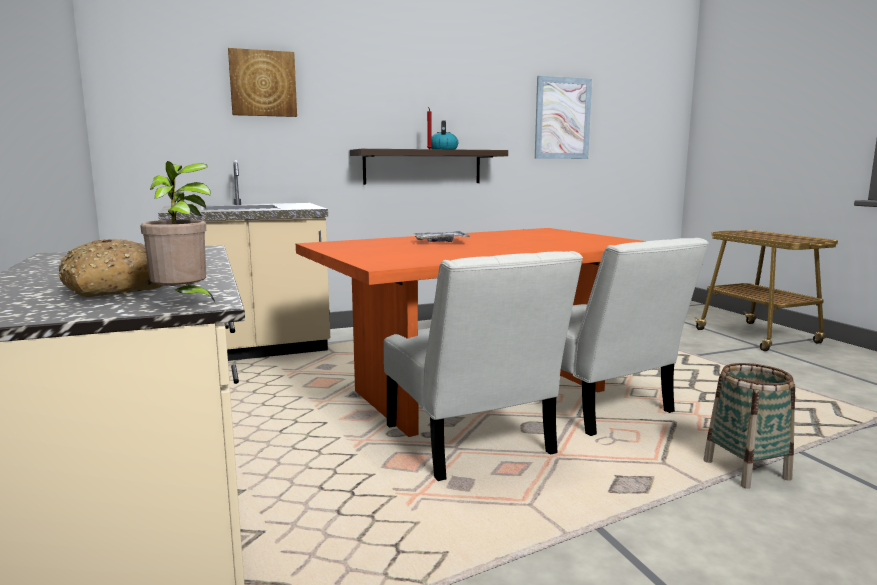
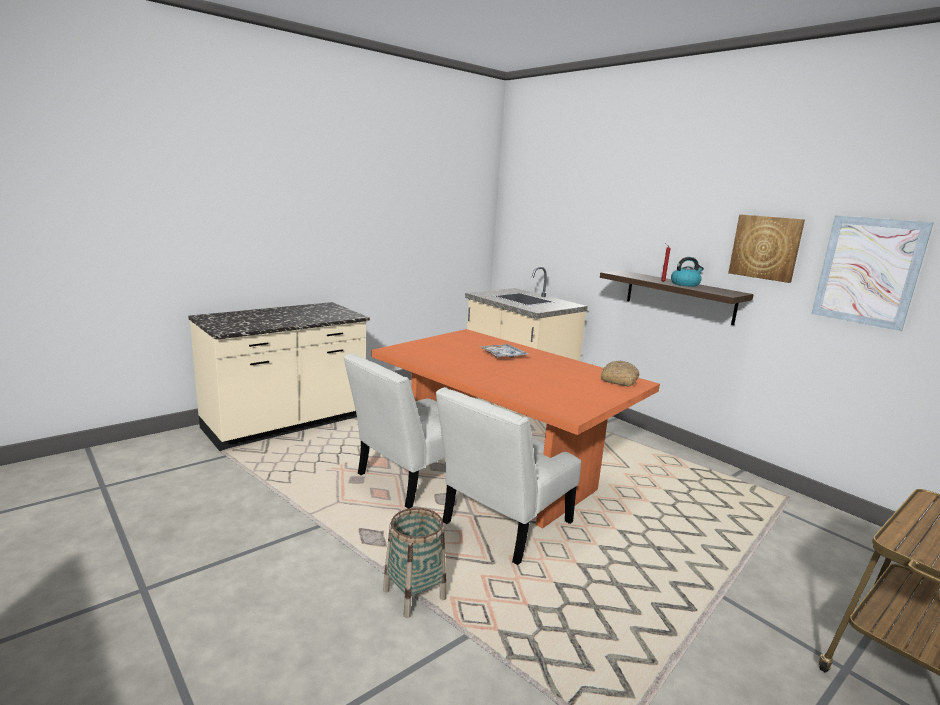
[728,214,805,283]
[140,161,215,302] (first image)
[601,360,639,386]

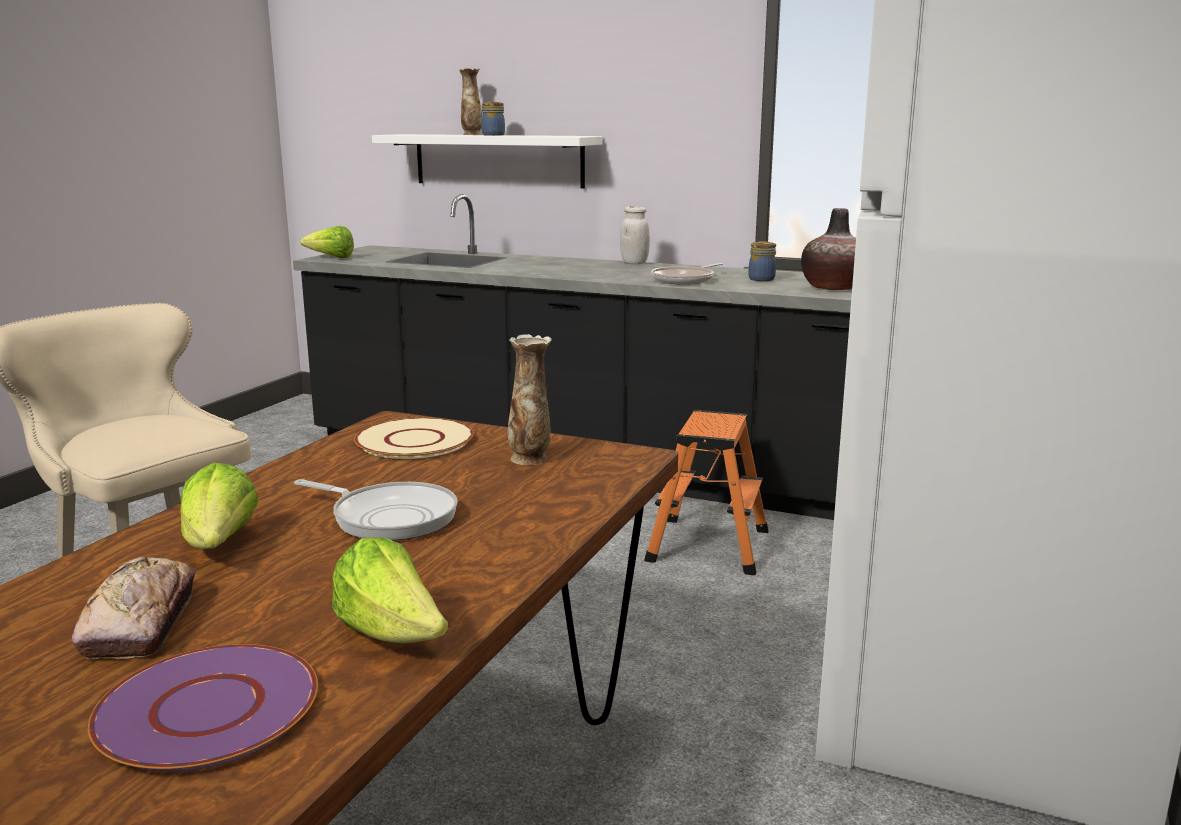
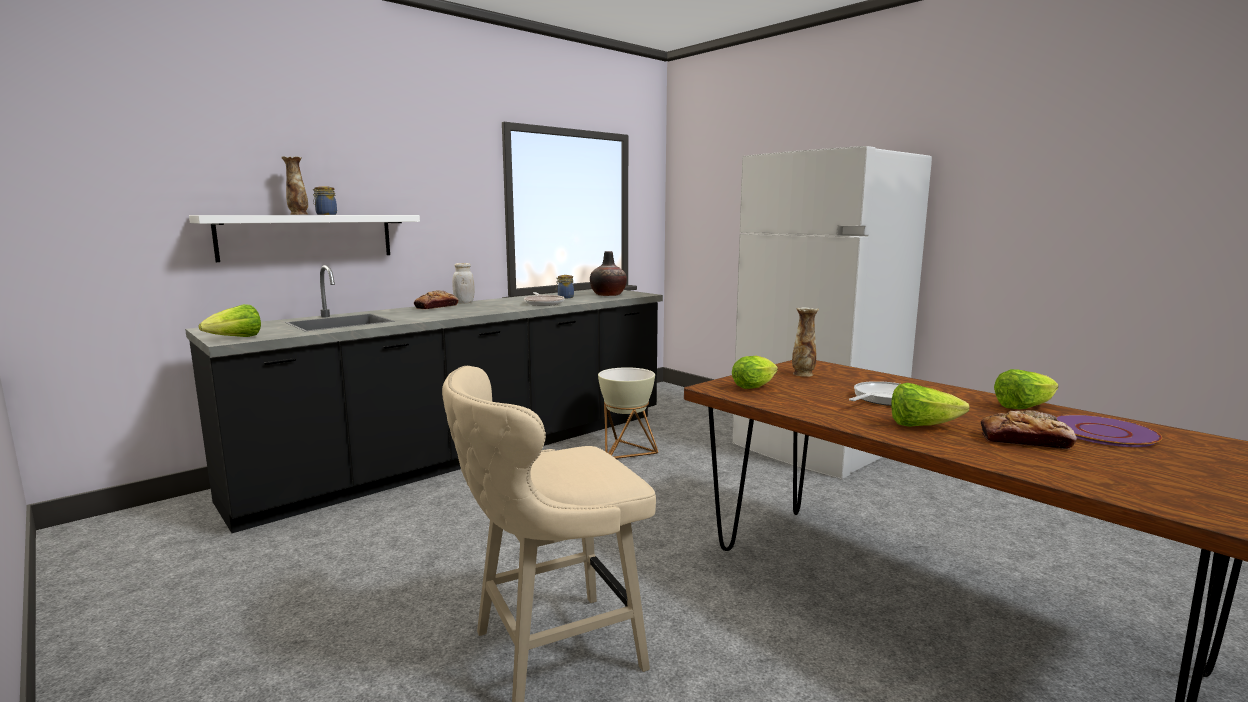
[598,367,658,459]
[732,356,778,389]
[414,290,458,309]

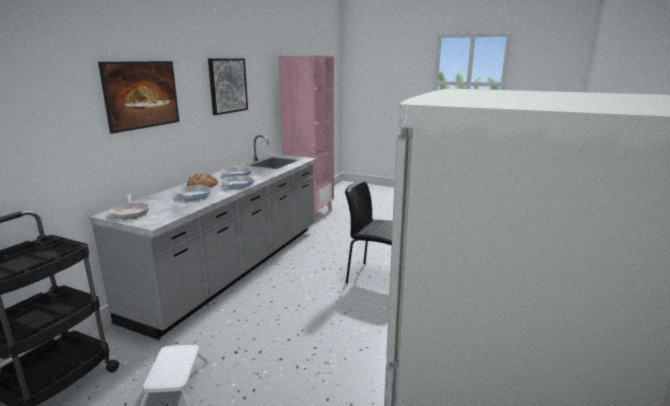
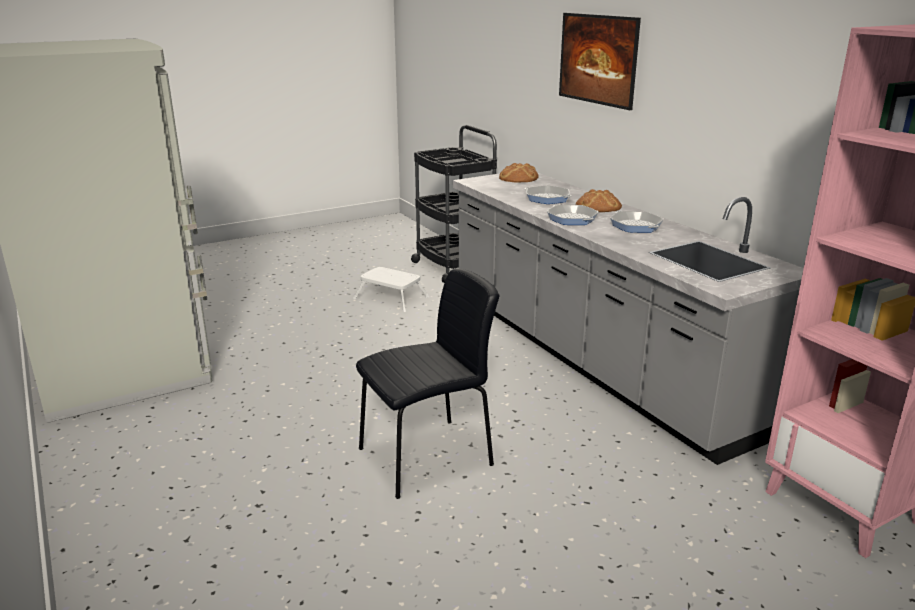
[208,58,248,115] (first image)
[499,163,539,182]

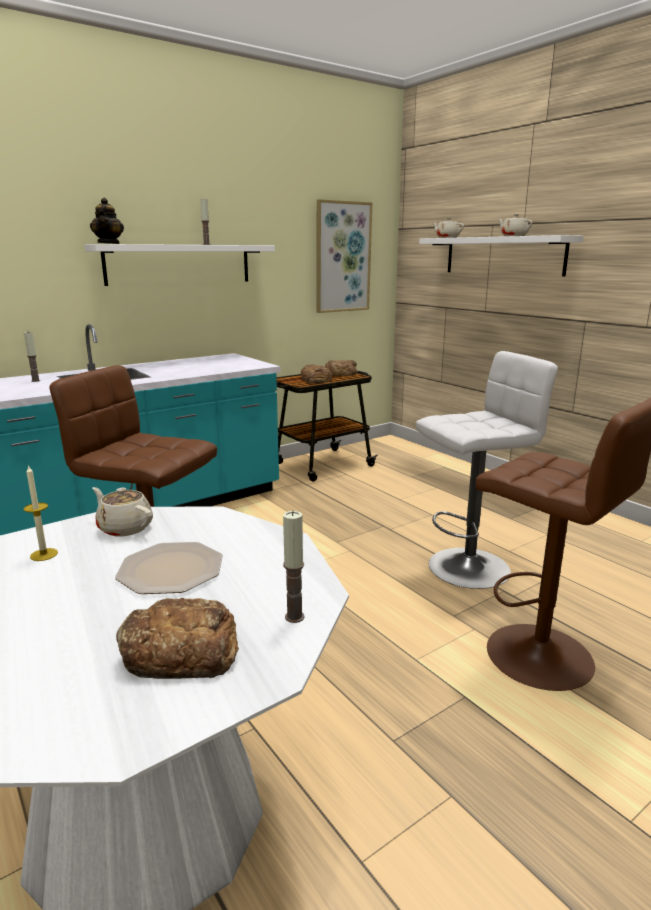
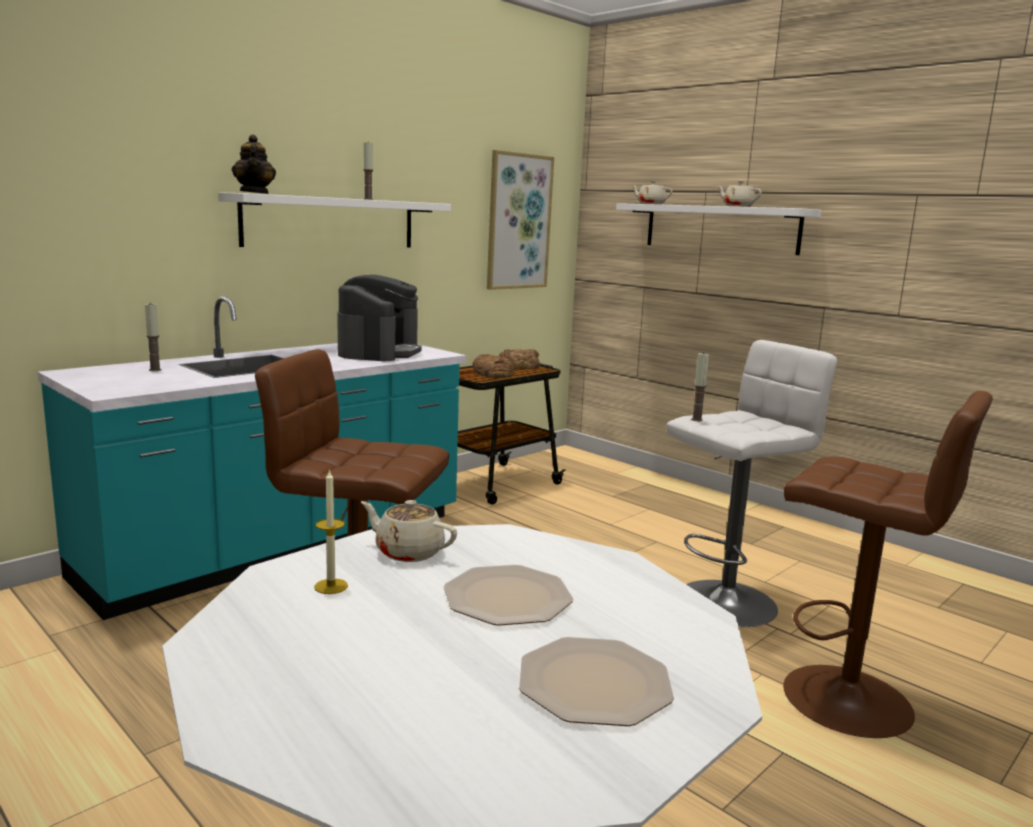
[691,353,709,421]
[519,637,674,726]
[337,275,422,361]

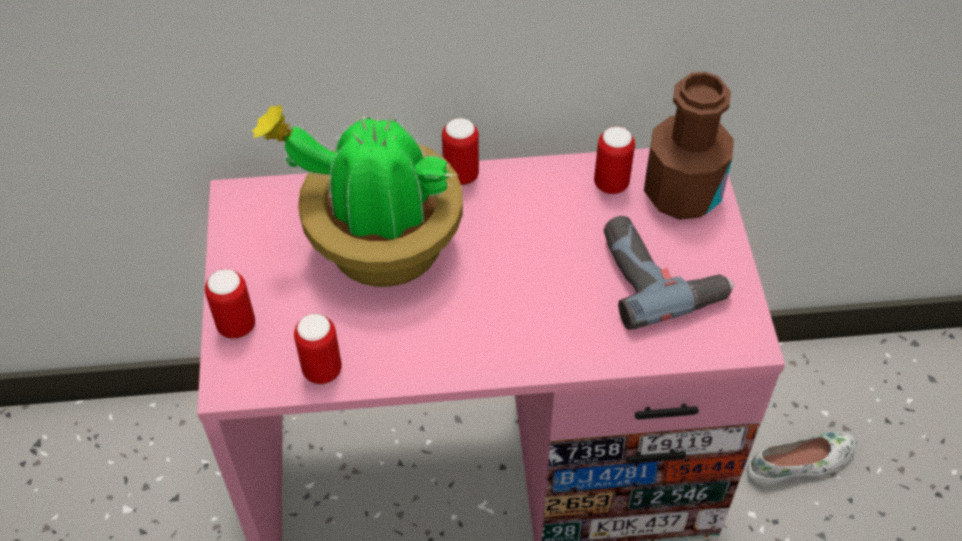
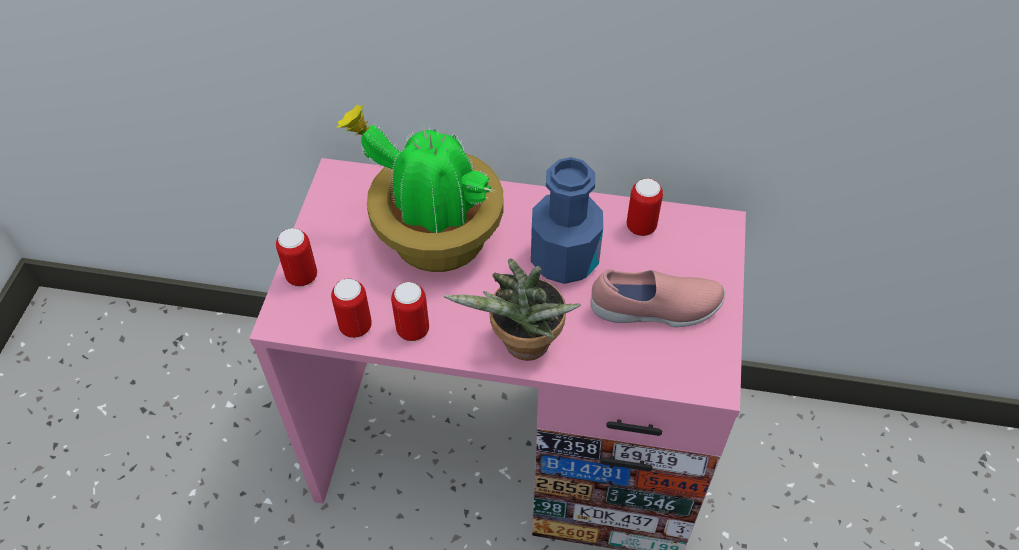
[644,72,734,220] (first image)
[391,282,429,342]
[590,269,725,327]
[747,432,856,487] (first image)
[531,157,603,284]
[444,258,581,361]

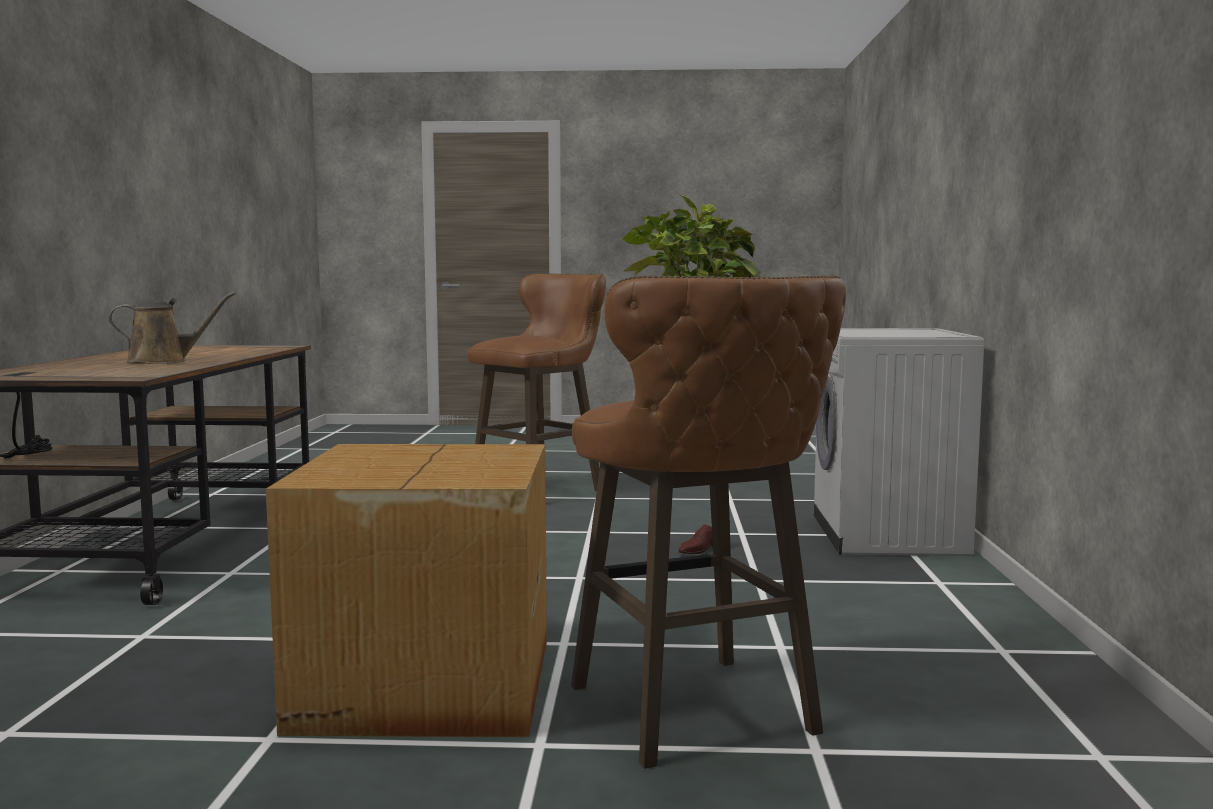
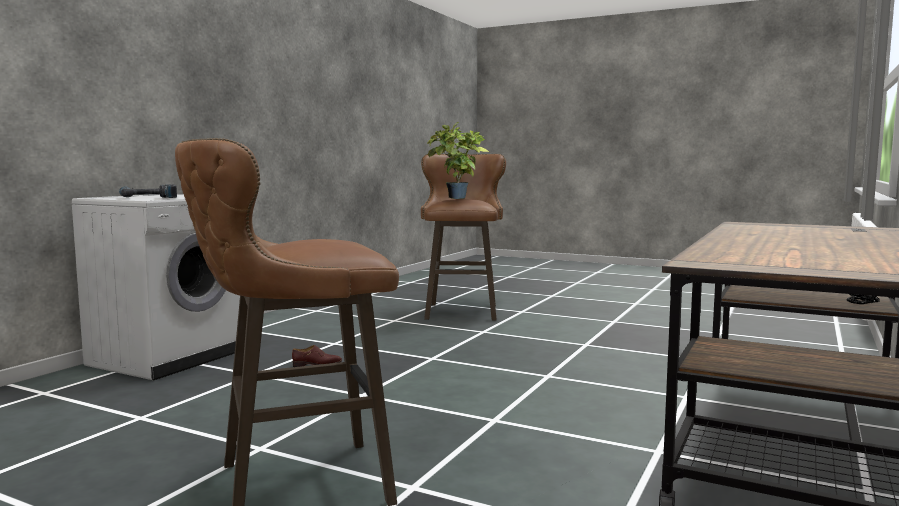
[109,292,235,364] (first image)
[266,444,547,737] (first image)
[119,184,177,198]

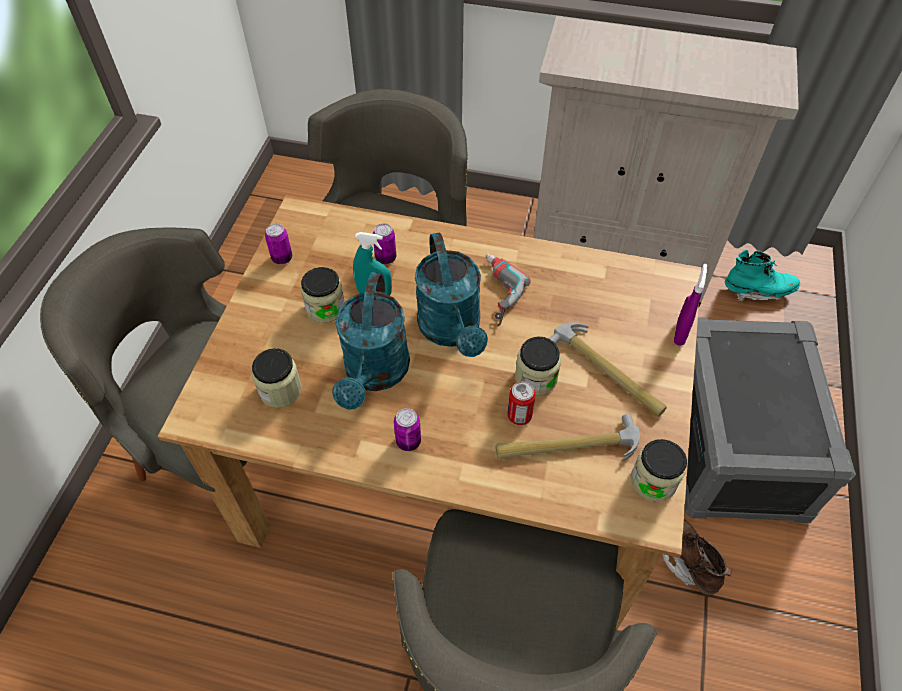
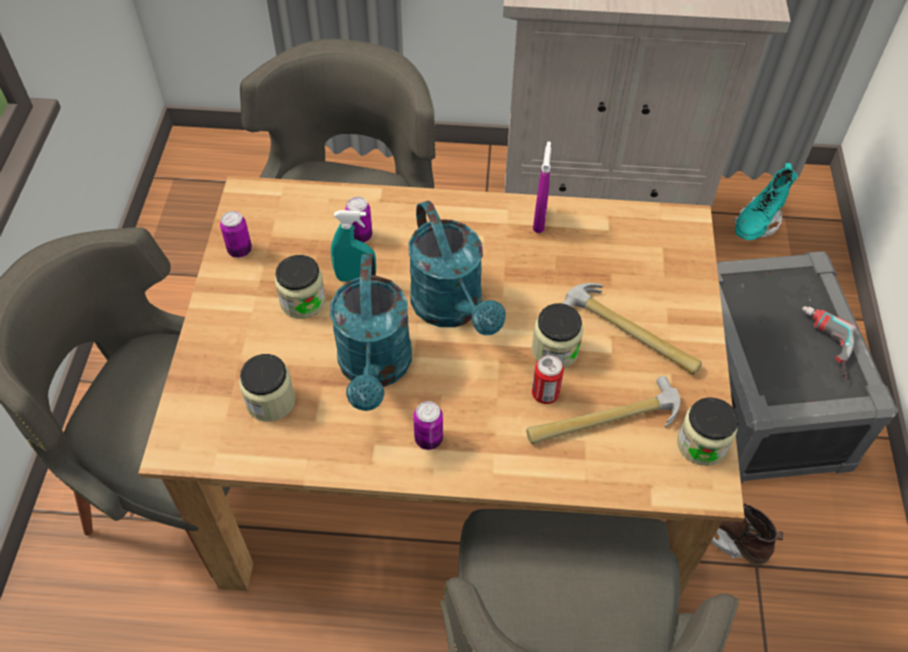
[734,163,798,240]
[802,306,857,381]
[533,141,551,233]

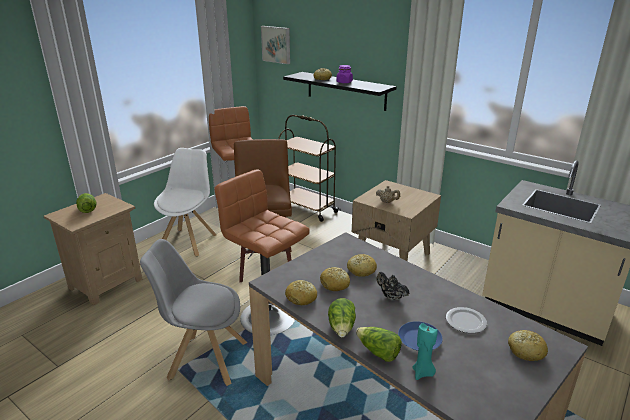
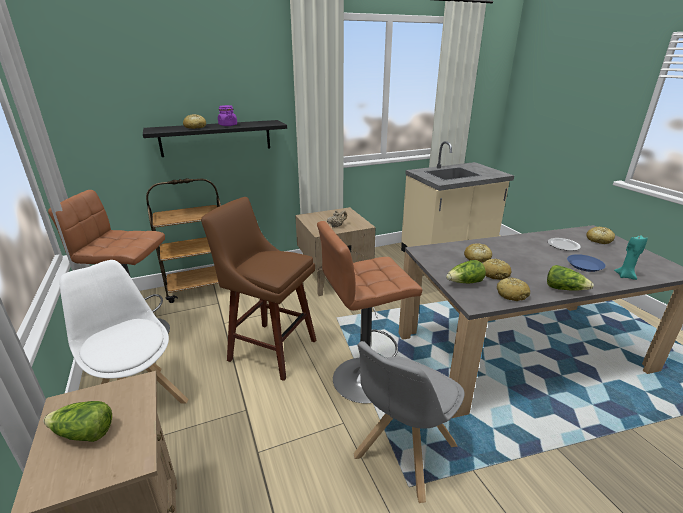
[261,26,290,64] (first image)
[377,272,409,301] (first image)
[446,260,486,284]

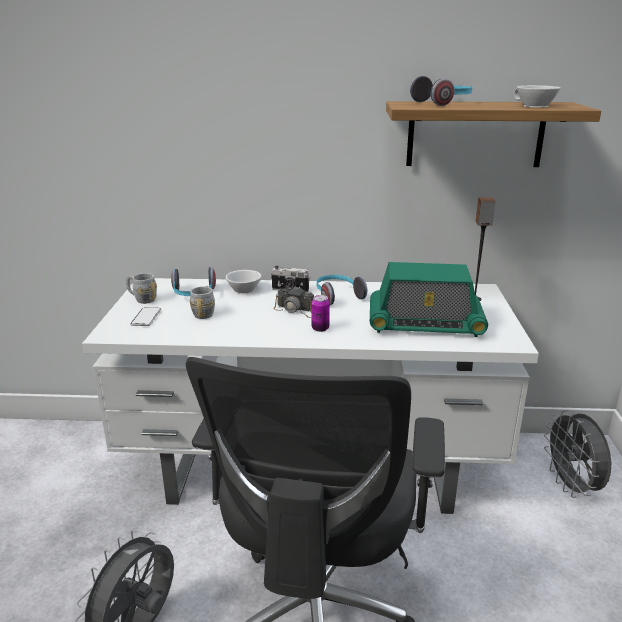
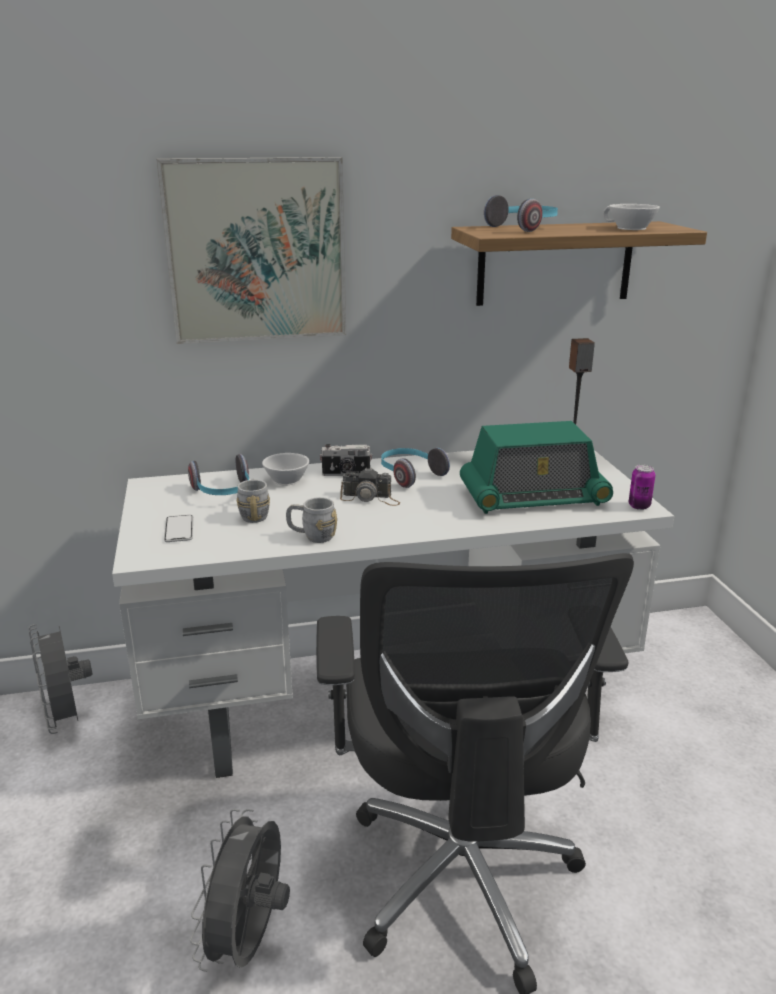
[286,497,337,543]
[629,465,655,510]
[29,624,93,734]
[157,157,346,344]

